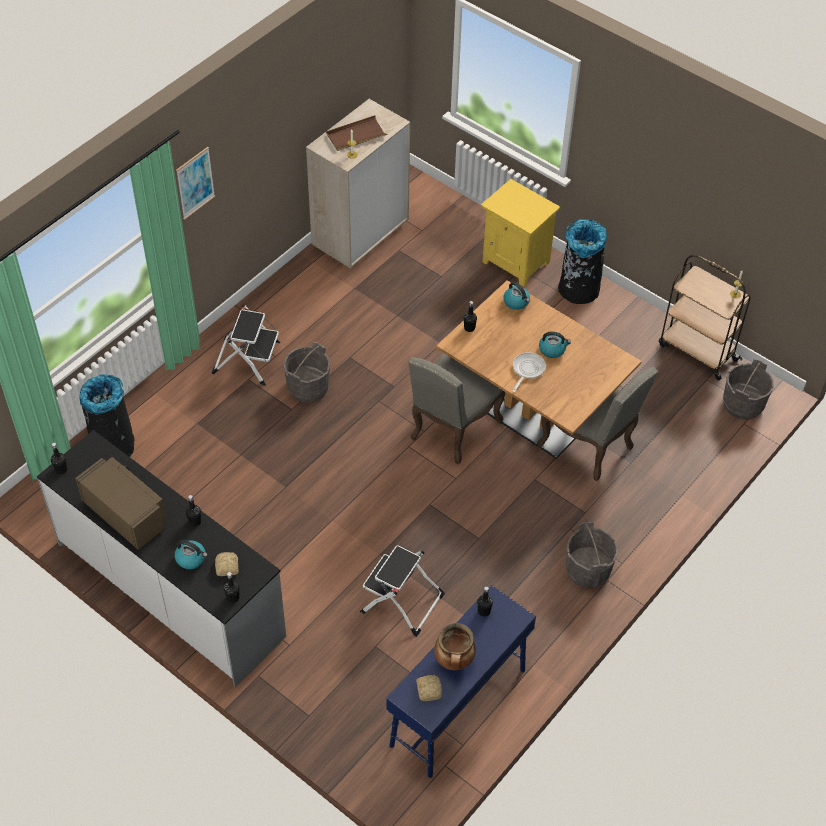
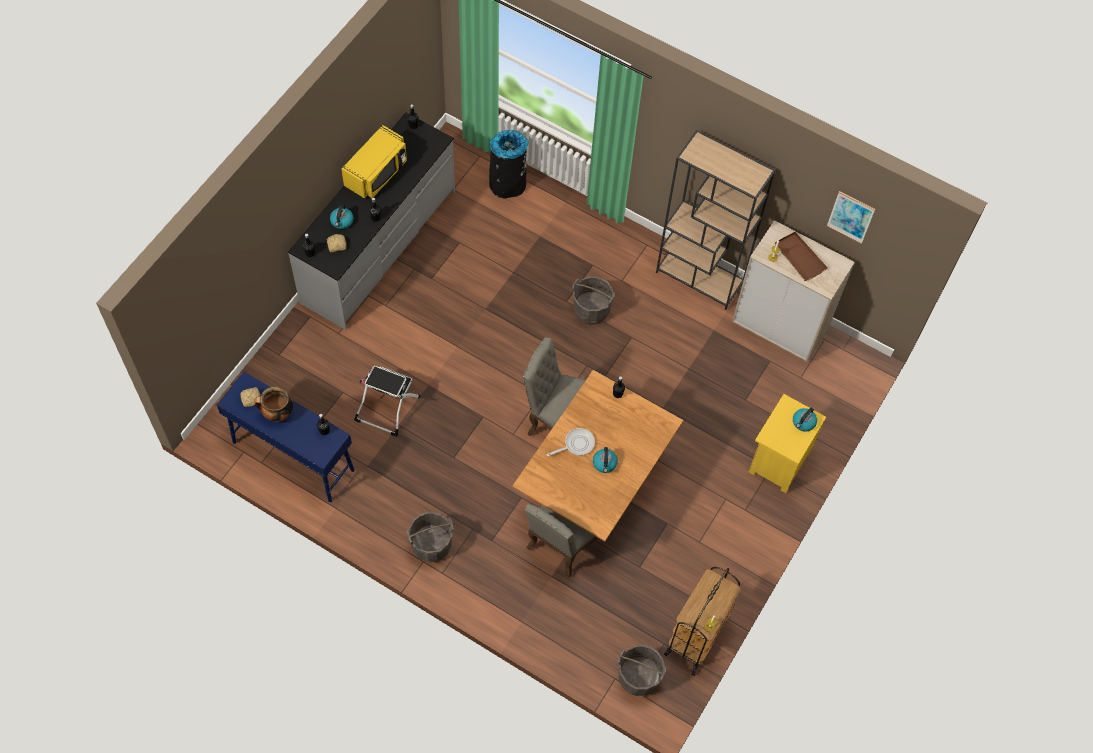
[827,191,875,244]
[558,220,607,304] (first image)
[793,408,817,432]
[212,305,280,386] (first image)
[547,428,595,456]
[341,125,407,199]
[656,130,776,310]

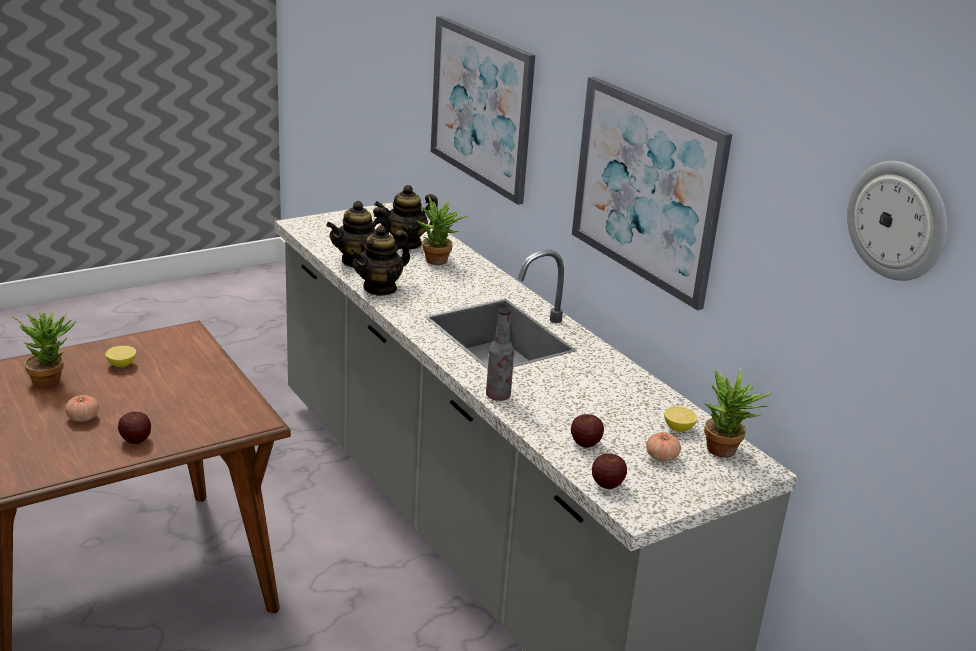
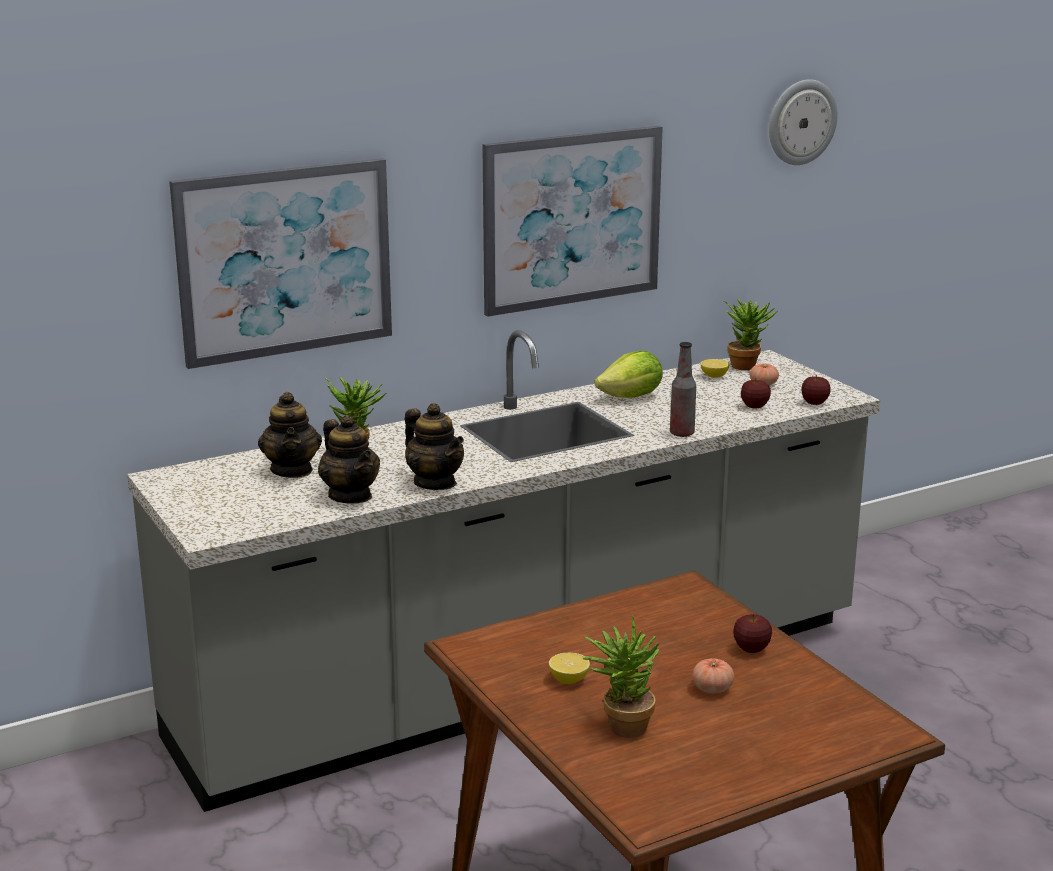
[595,351,663,398]

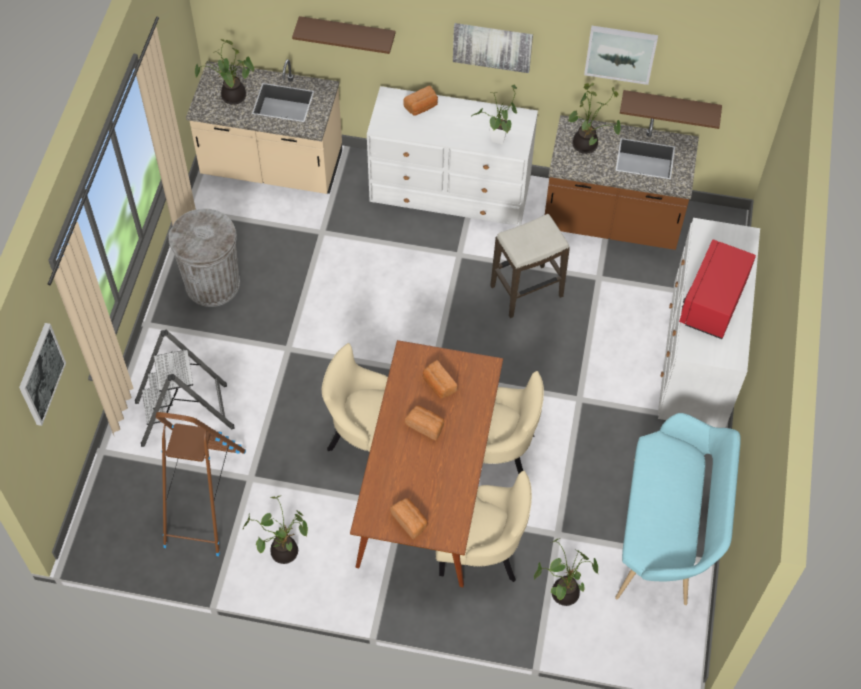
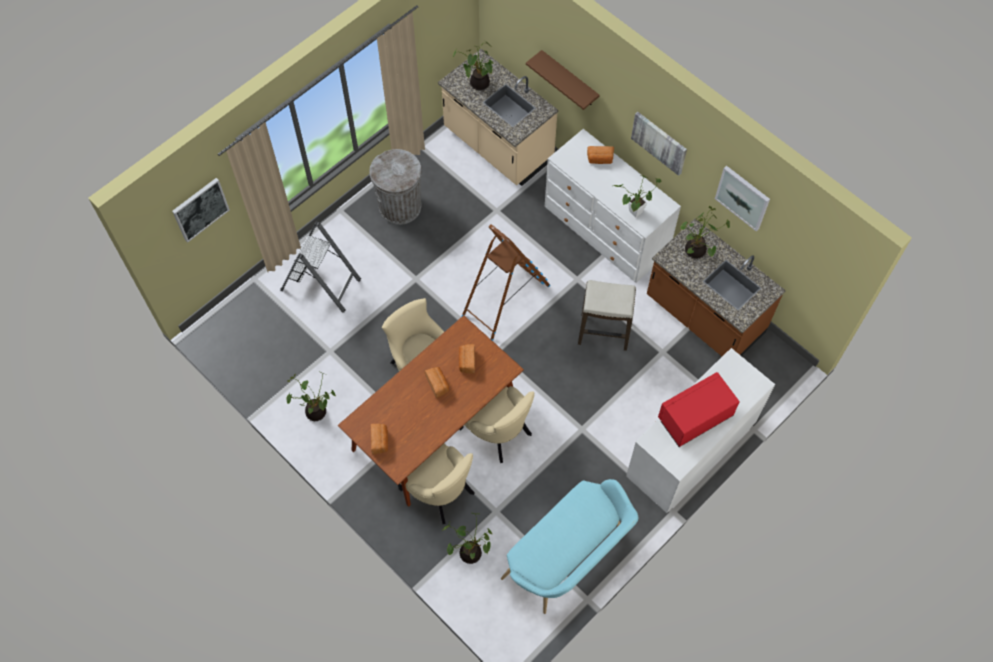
[620,90,722,129] (first image)
[461,224,550,341]

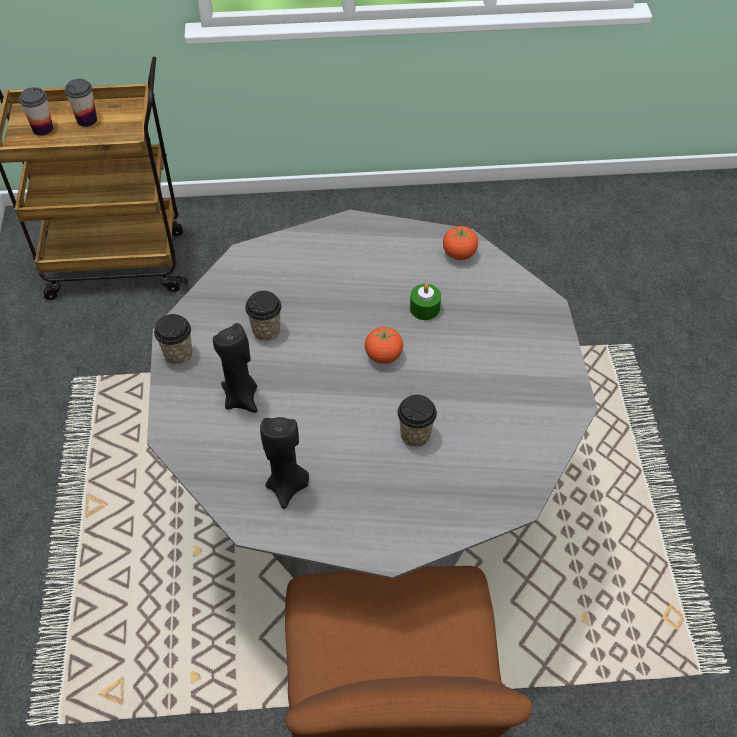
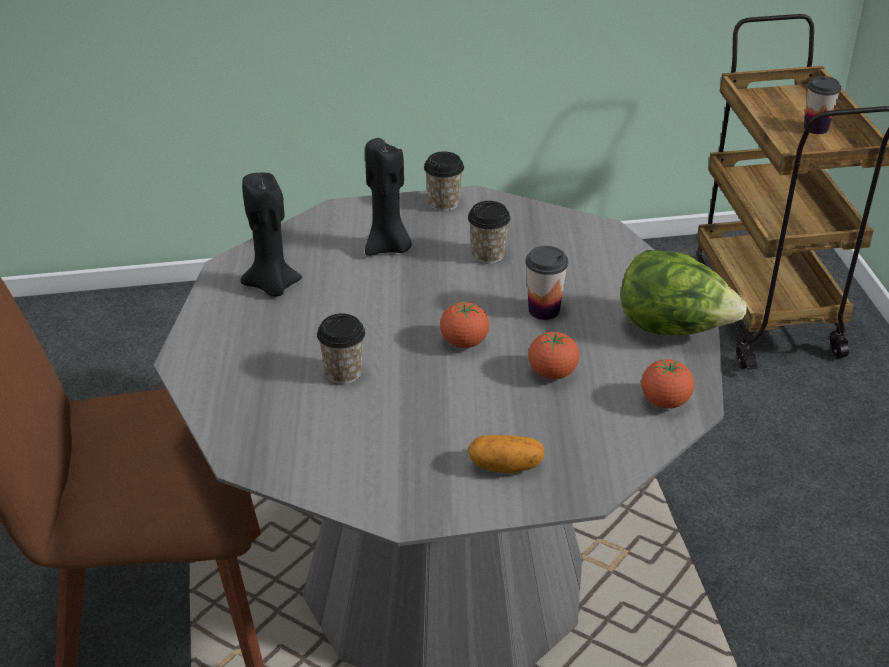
[525,246,568,320]
[528,331,579,379]
[621,250,747,335]
[468,435,544,473]

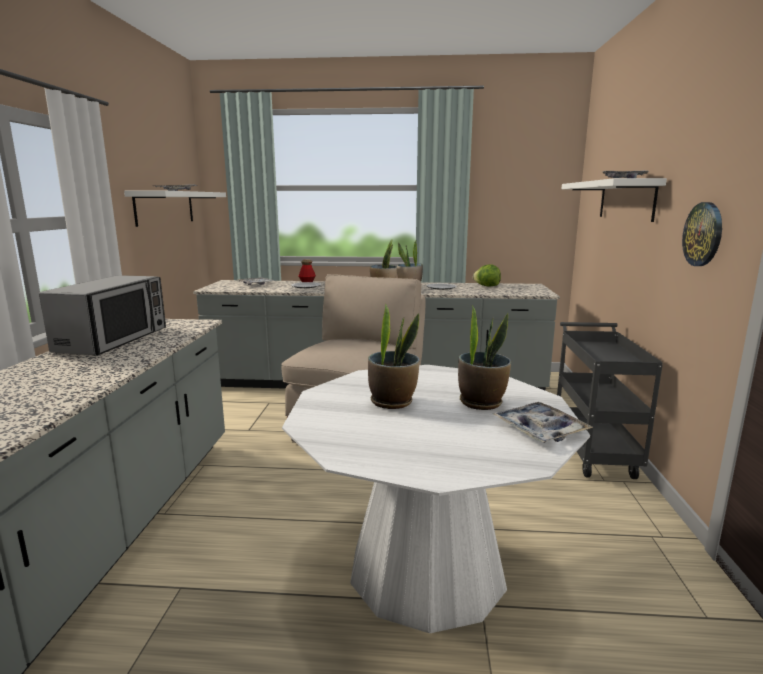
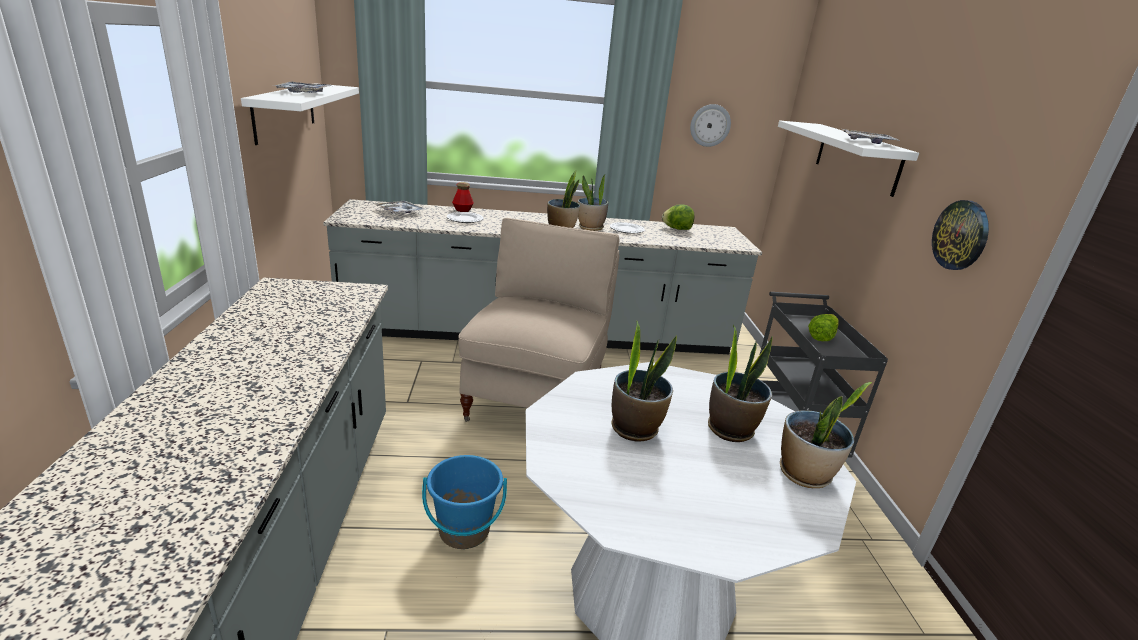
[39,275,166,356] (first image)
[780,382,872,488]
[690,104,731,147]
[808,314,839,341]
[422,455,507,549]

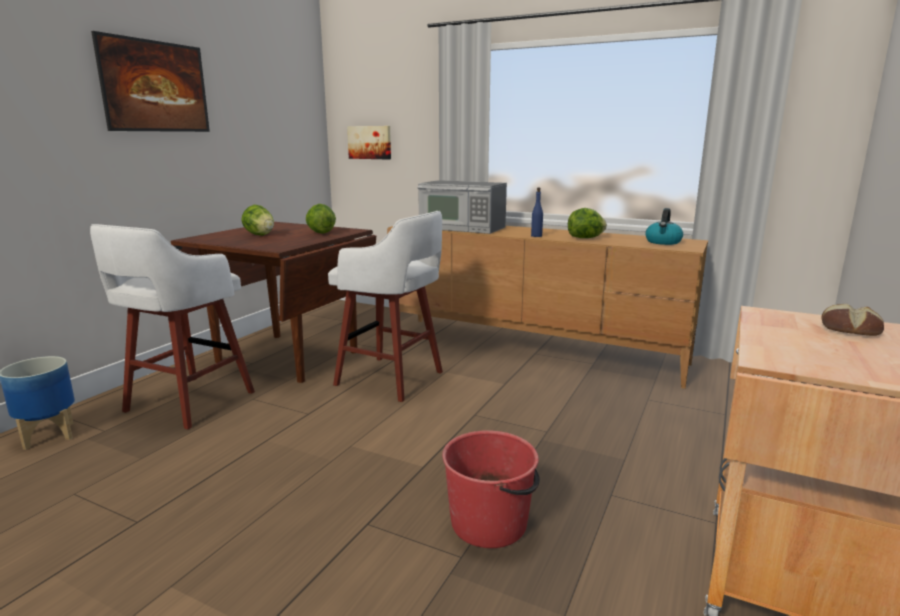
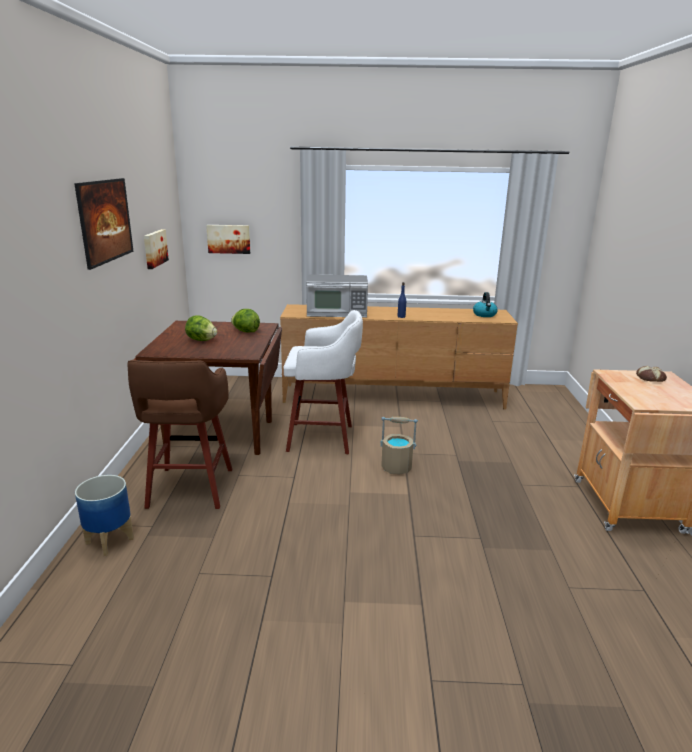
[568,208,607,238] (first image)
[128,360,233,509]
[442,430,540,548] (first image)
[144,229,169,269]
[380,417,418,475]

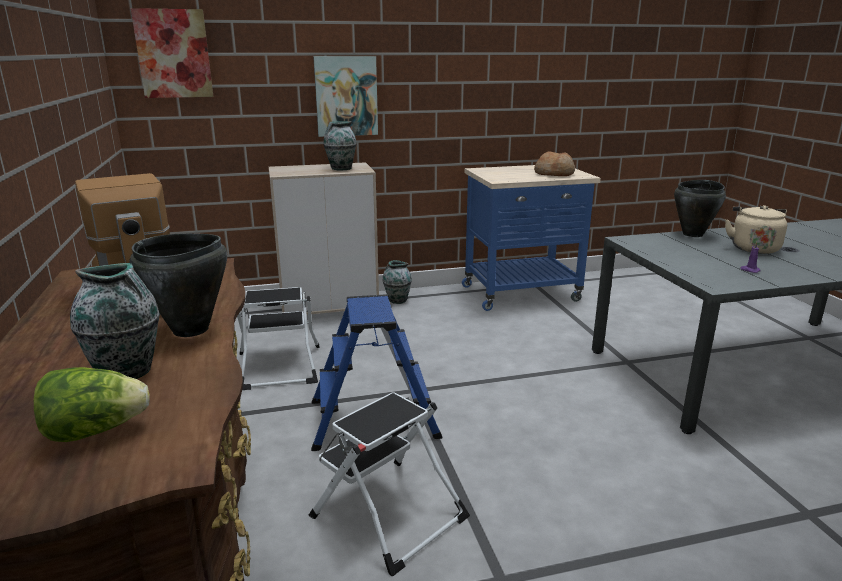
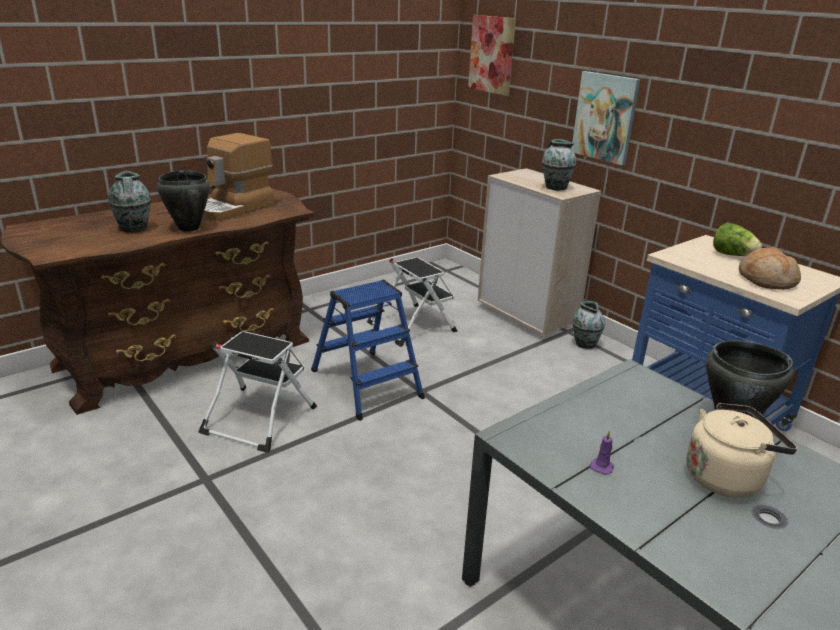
[713,223,762,256]

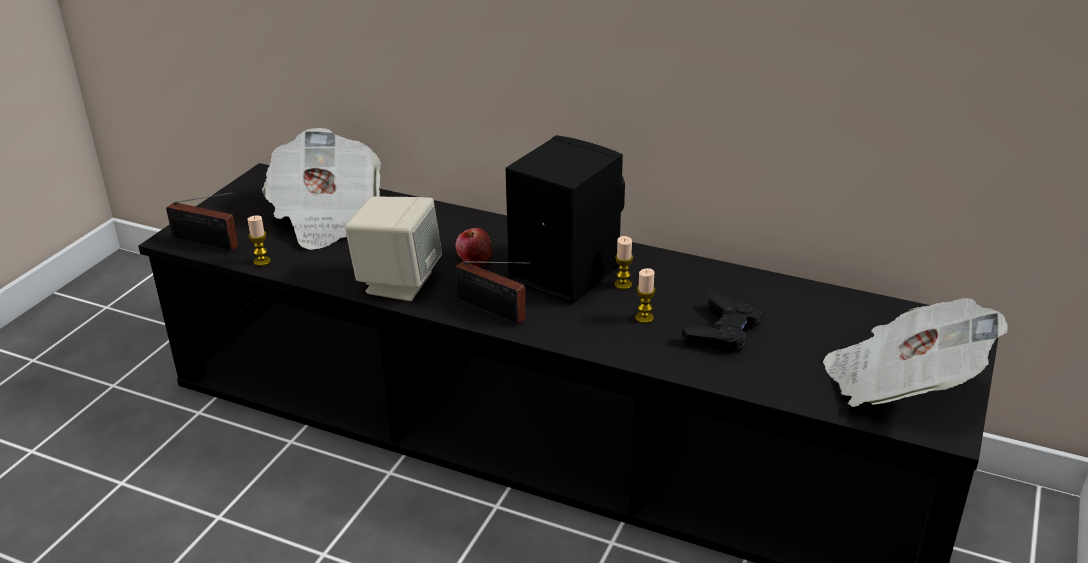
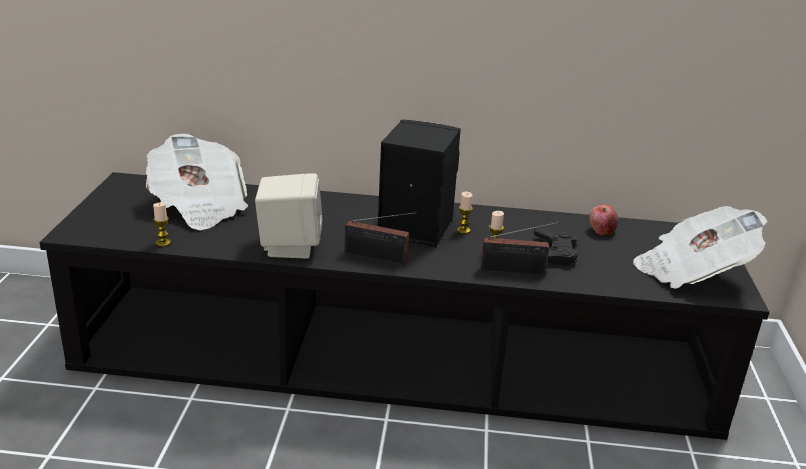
[481,222,560,276]
[589,204,618,235]

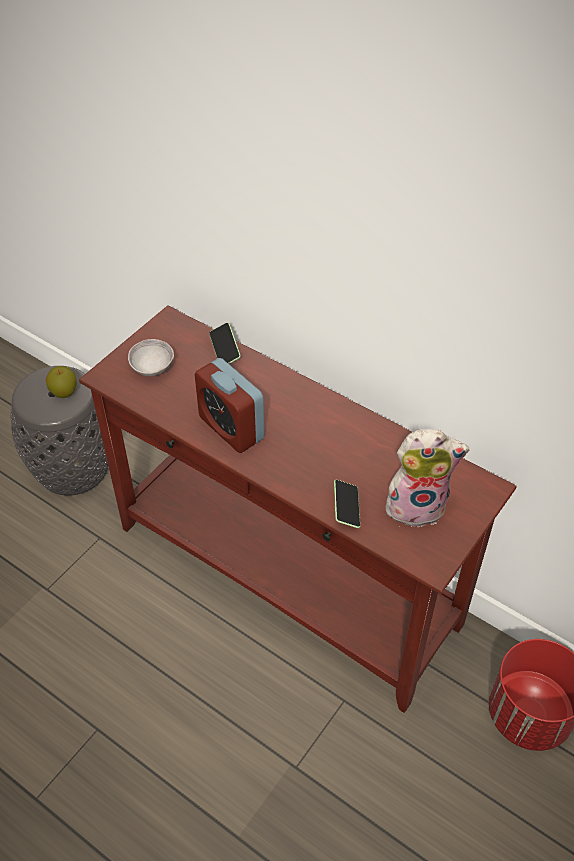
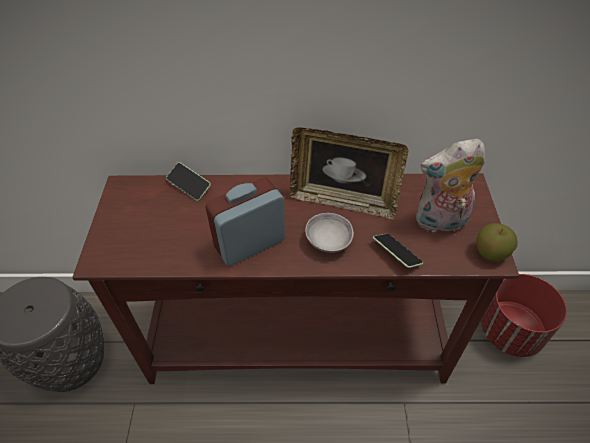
[305,213,354,253]
[205,178,285,266]
[476,223,517,262]
[416,139,485,232]
[289,128,408,220]

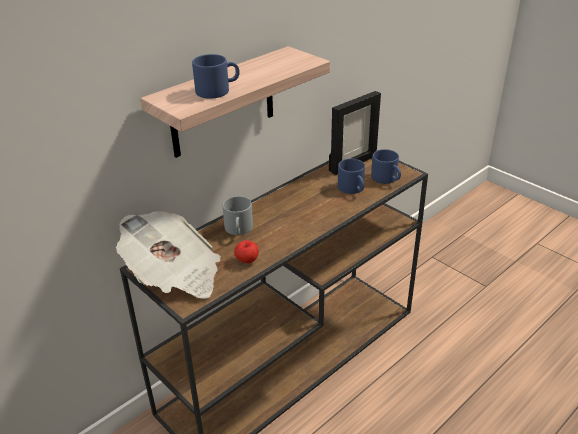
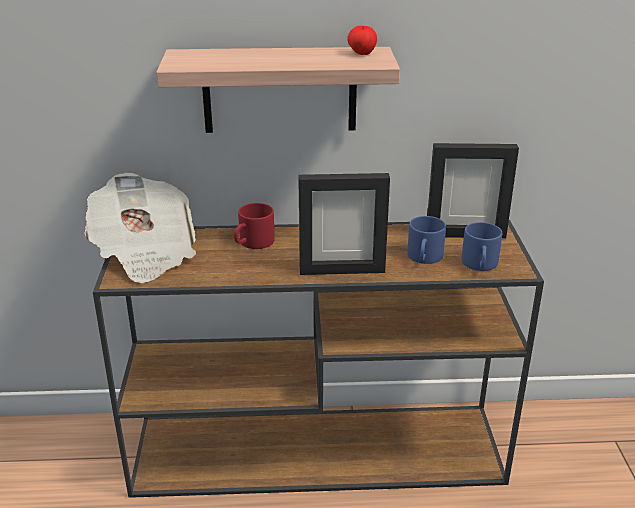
[192,54,240,99] (first image)
[234,203,275,249]
[347,26,377,55]
[298,173,390,275]

